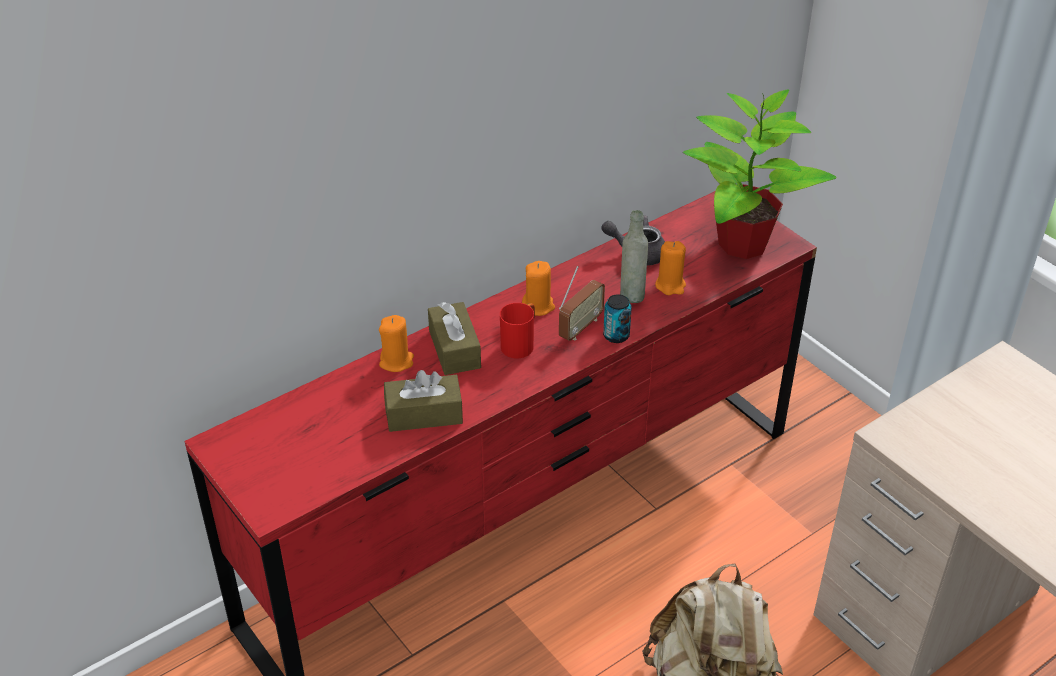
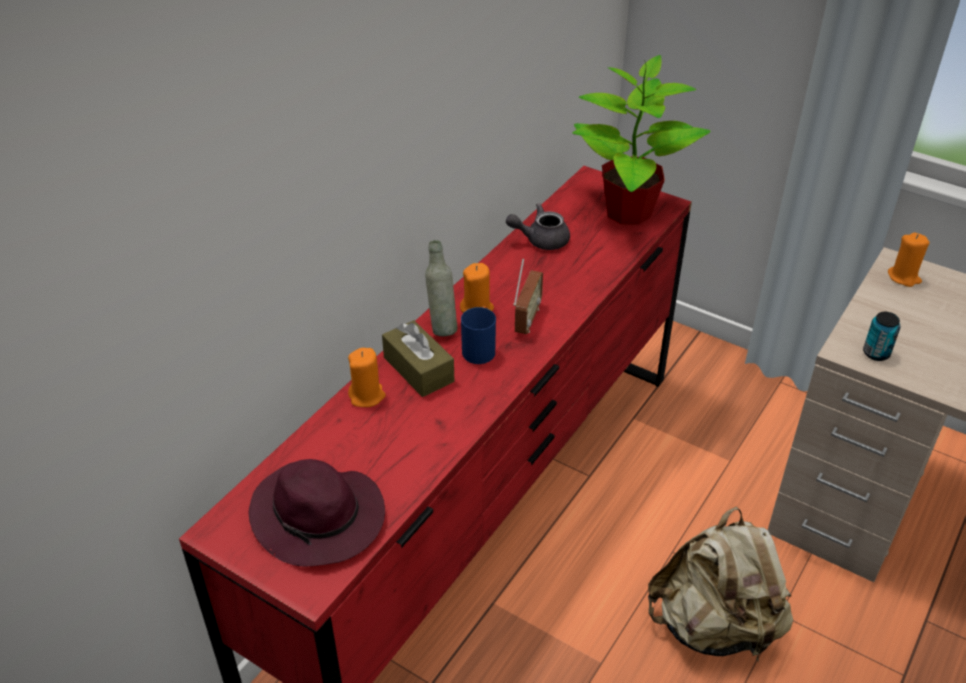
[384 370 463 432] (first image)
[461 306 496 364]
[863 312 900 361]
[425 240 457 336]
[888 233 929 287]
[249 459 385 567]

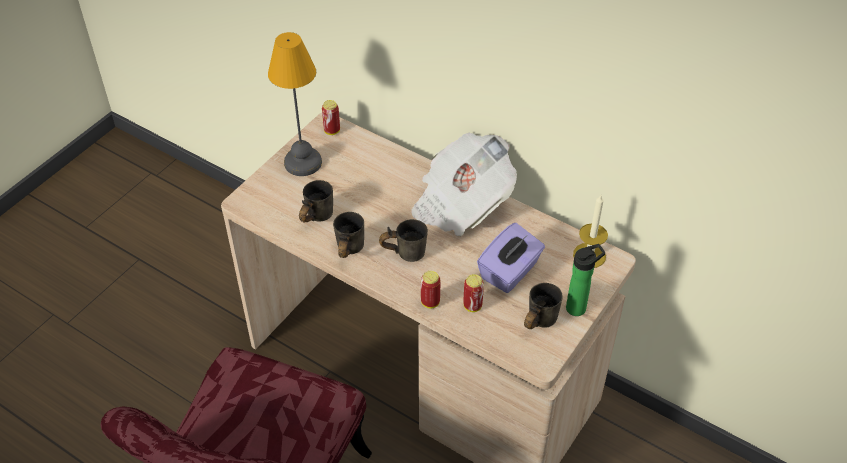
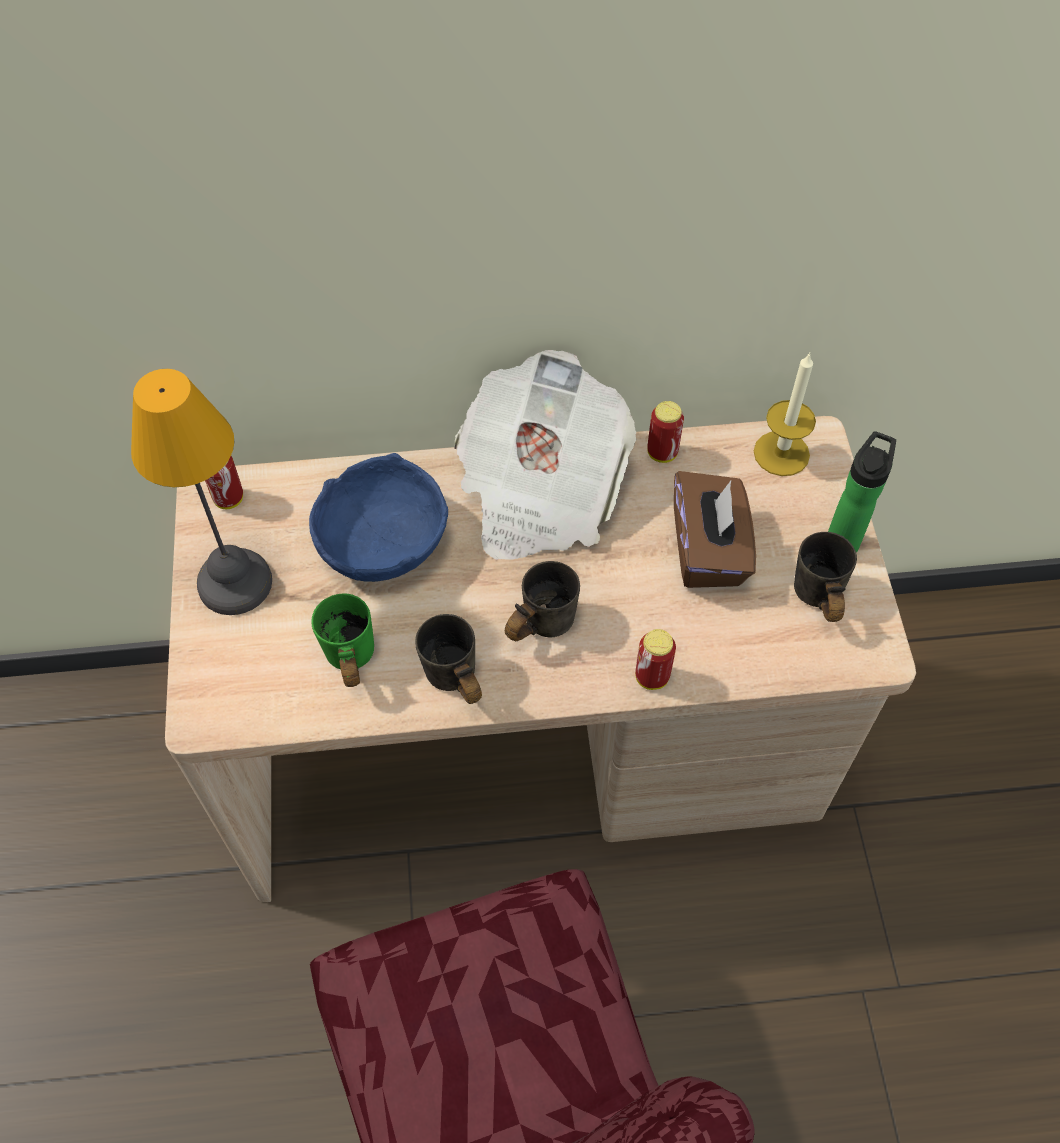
[311 593 374 687]
[647 401 684 463]
[674 471 756 588]
[309 453 448 582]

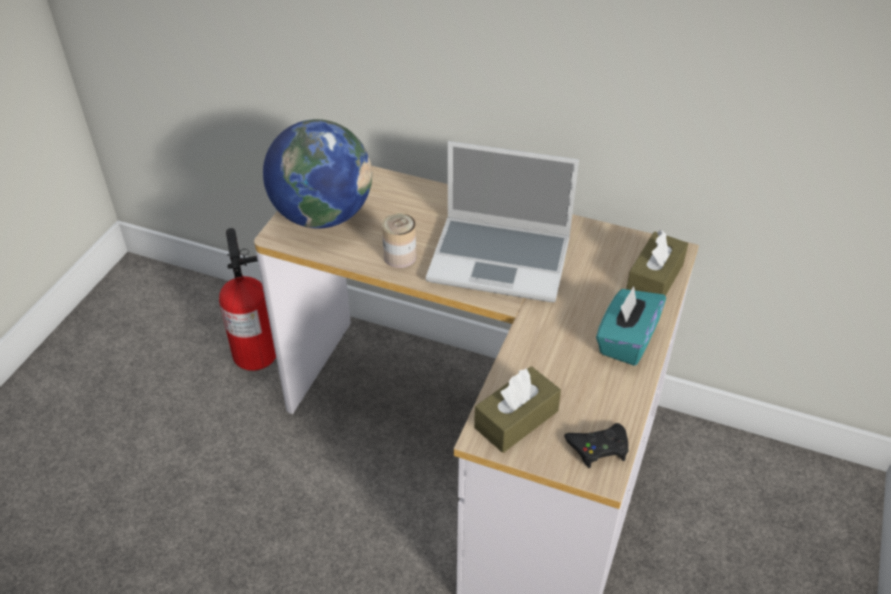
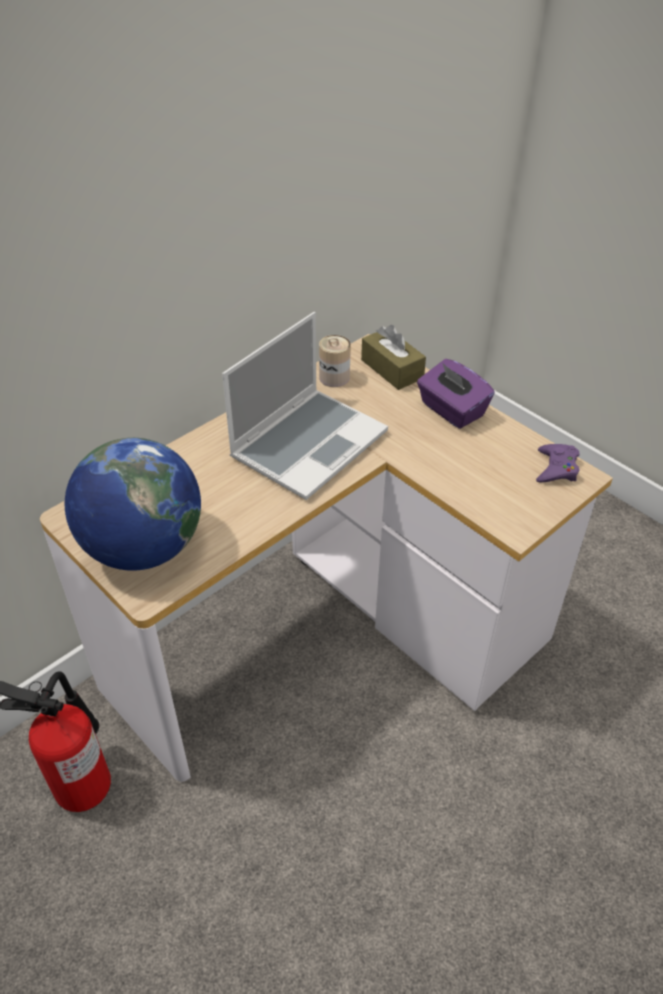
[319 335 351 387]
[474 366 561 453] (first image)
[536 444 580 482]
[417 359 495 429]

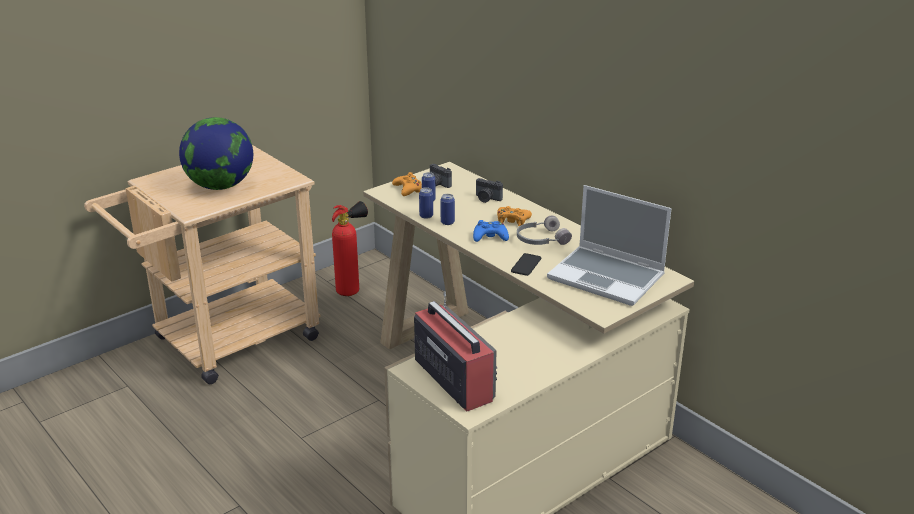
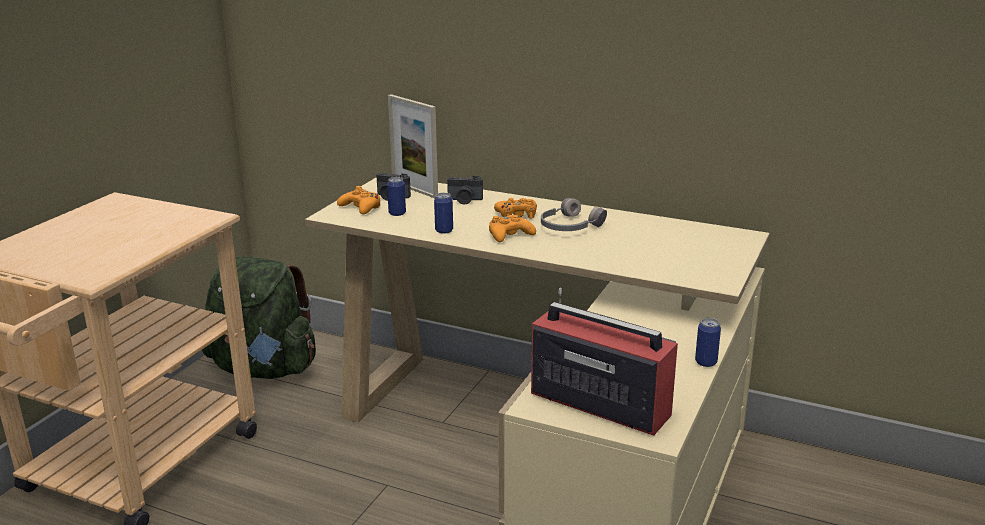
[179 117 253 190] (first image)
[202 256 316 379]
[695 318 721 367]
[489 214 536 242]
[511 253 541 276] (first image)
[547 185 672 306] (first image)
[388 94 438 198]

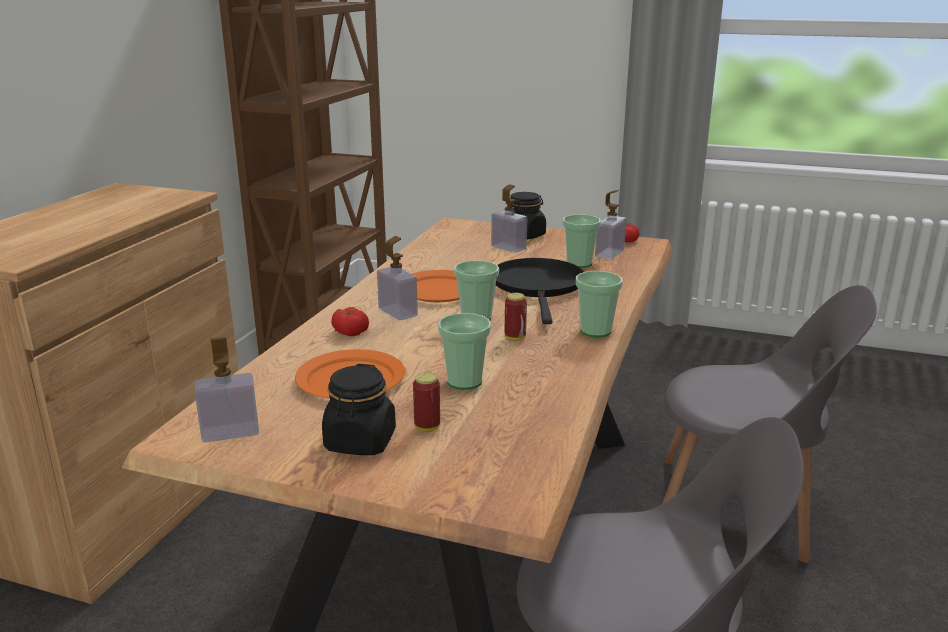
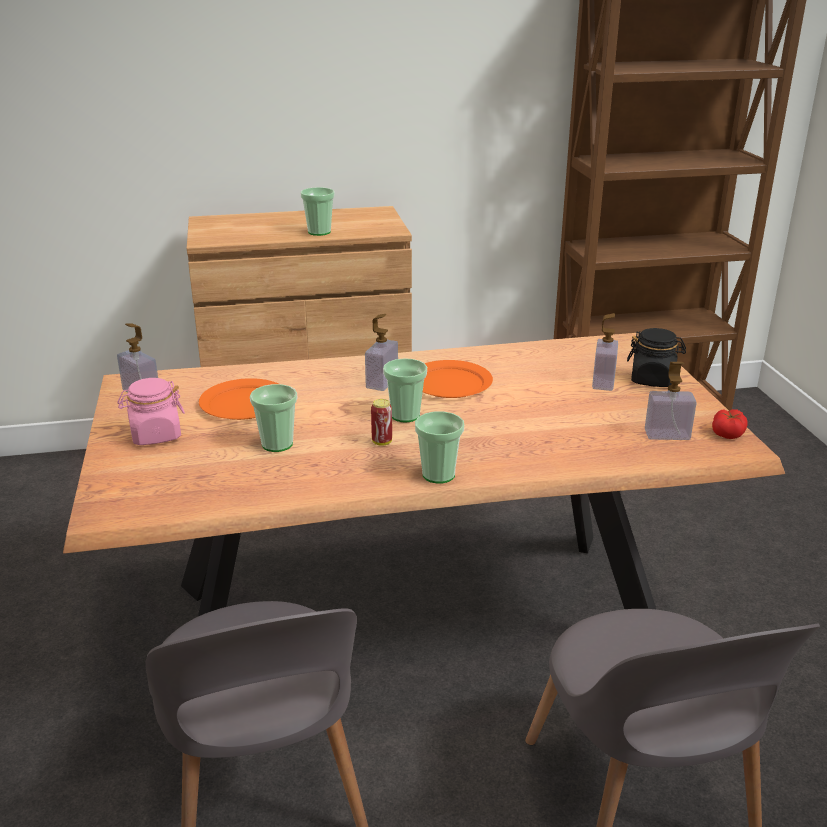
[117 378 185 445]
[331 307 369 336] (first image)
[413 372 440 432] (first image)
[496 258 584 324] (first image)
[300 187 335 236]

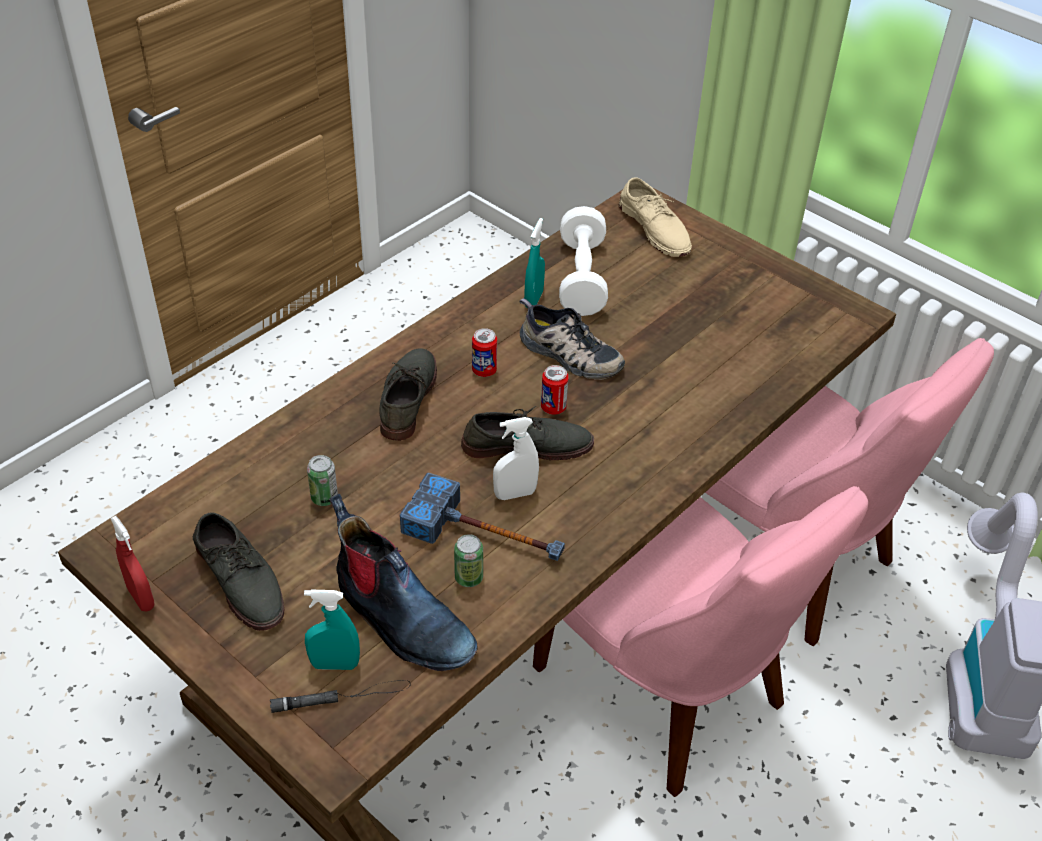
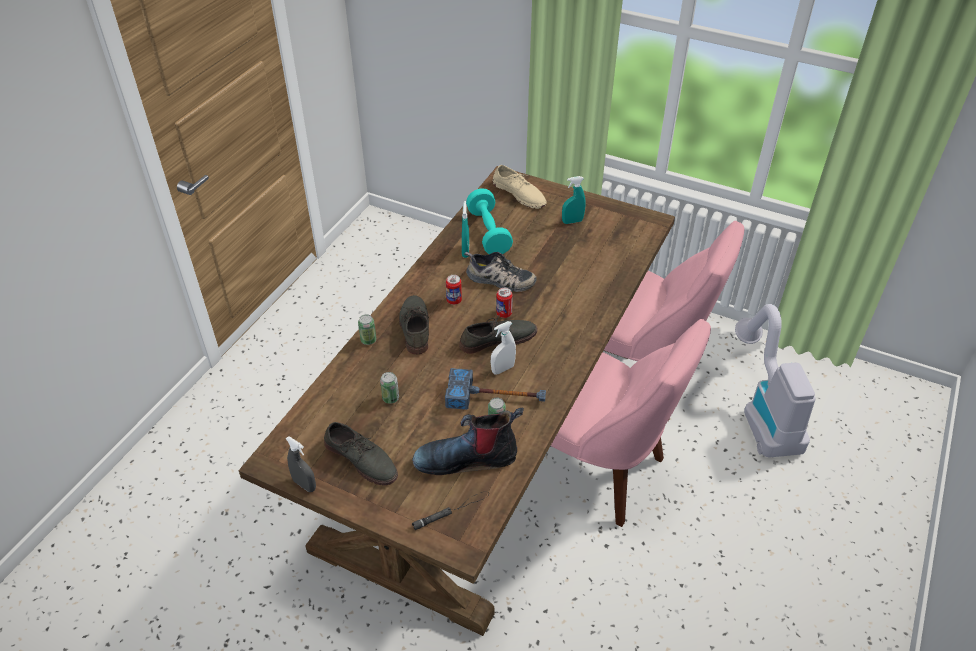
[286 436 316 492]
[562 176 586 224]
[412 408 524 475]
[466 189 513 254]
[358 314 376 345]

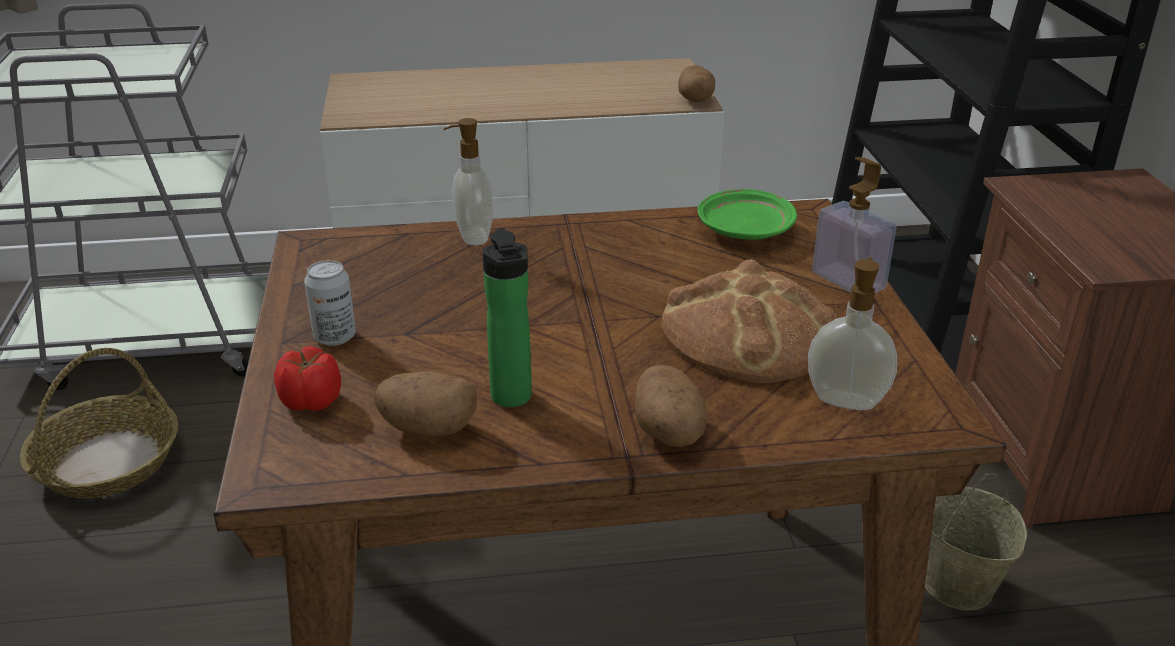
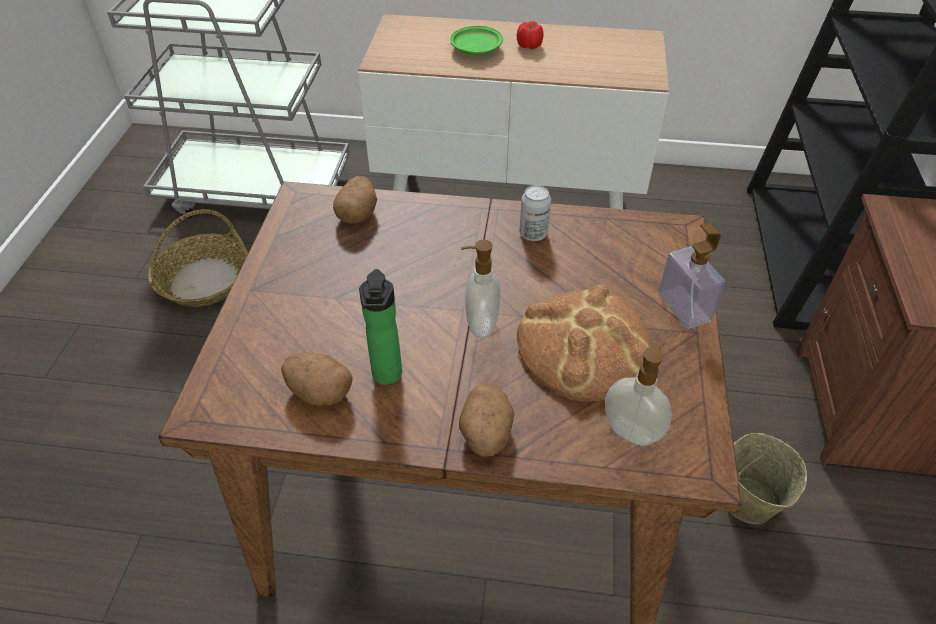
[517 21 544 49]
[519 185 551 241]
[461 240 500 338]
[333 176 377 224]
[450 26 503 55]

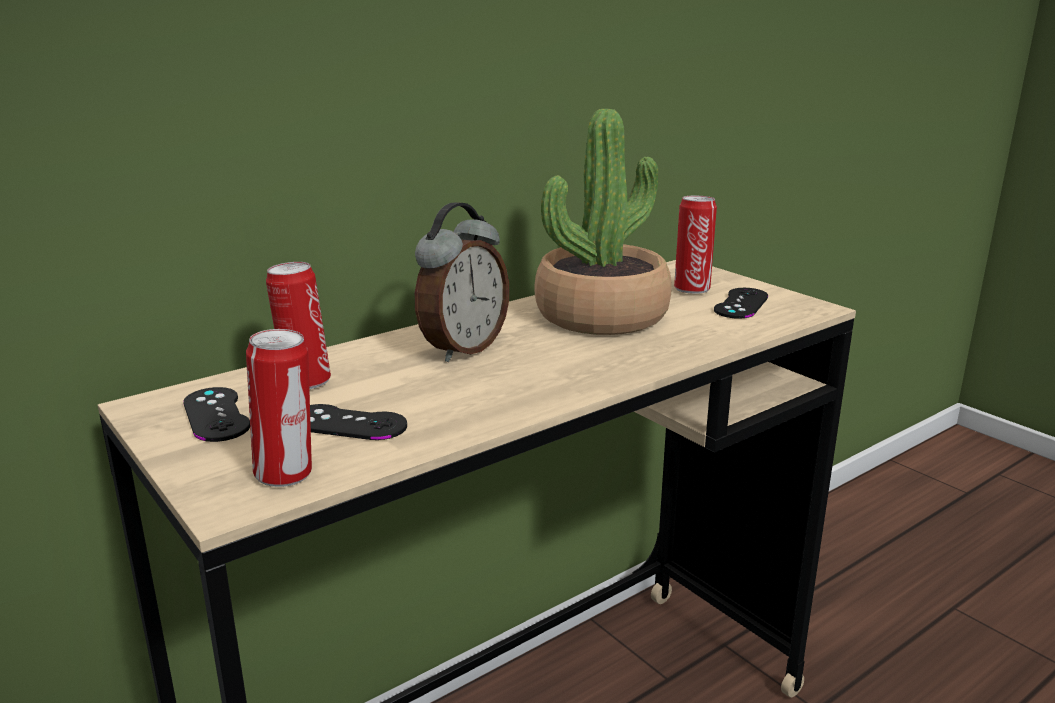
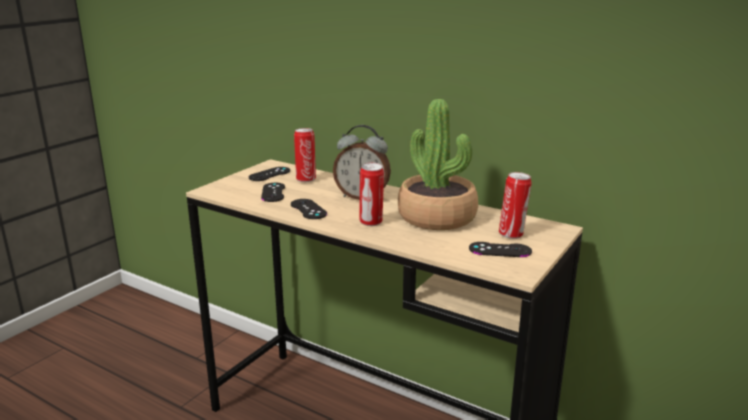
[359 163 384 226]
[291 199 327 219]

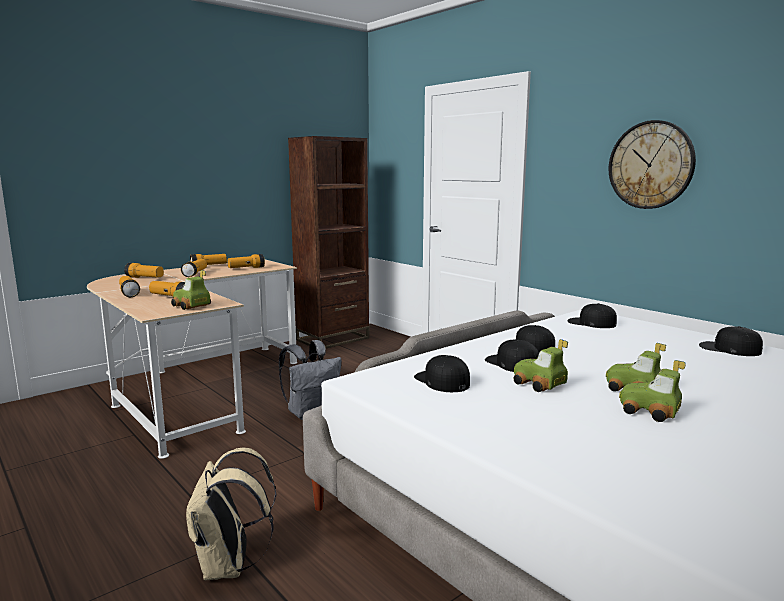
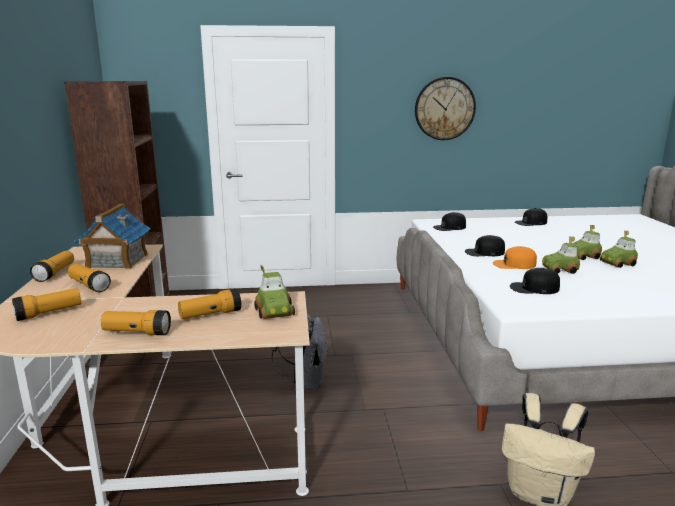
[254 265 295 319]
[74 204 151 269]
[493 246 537 269]

